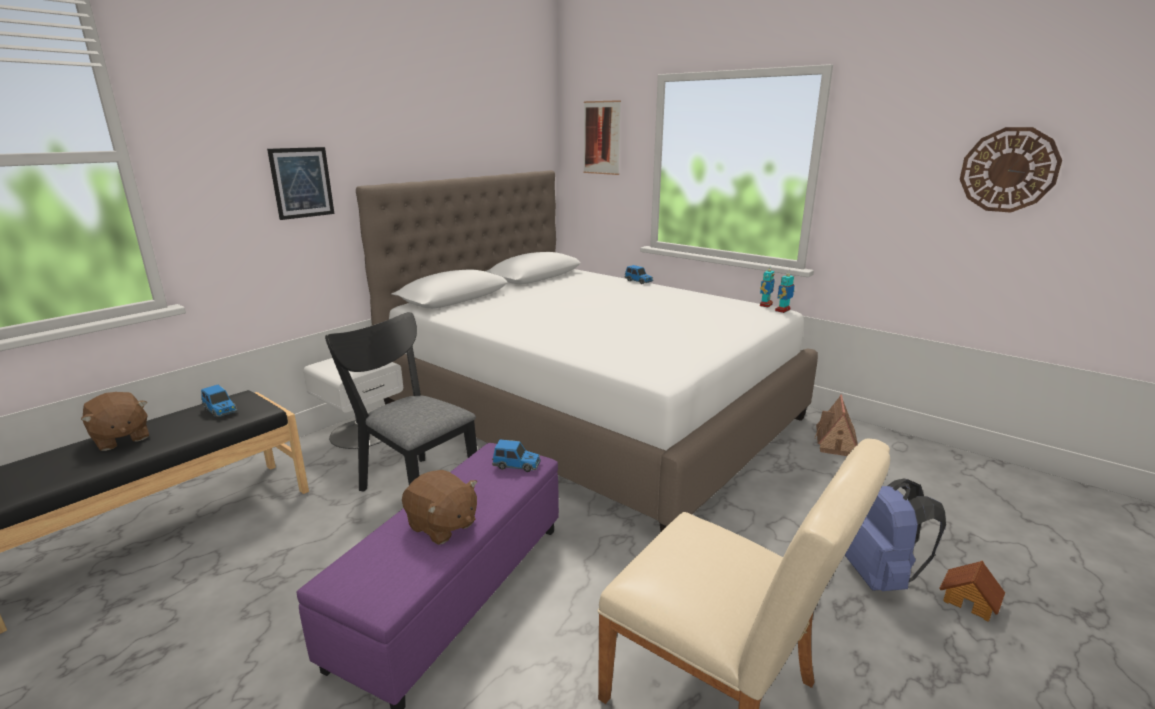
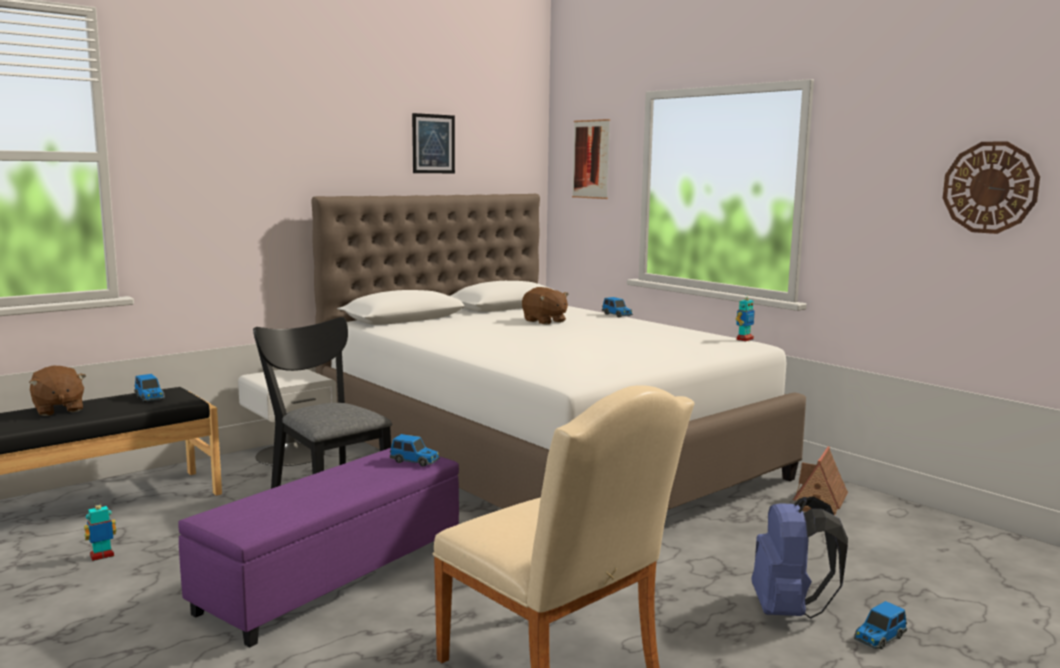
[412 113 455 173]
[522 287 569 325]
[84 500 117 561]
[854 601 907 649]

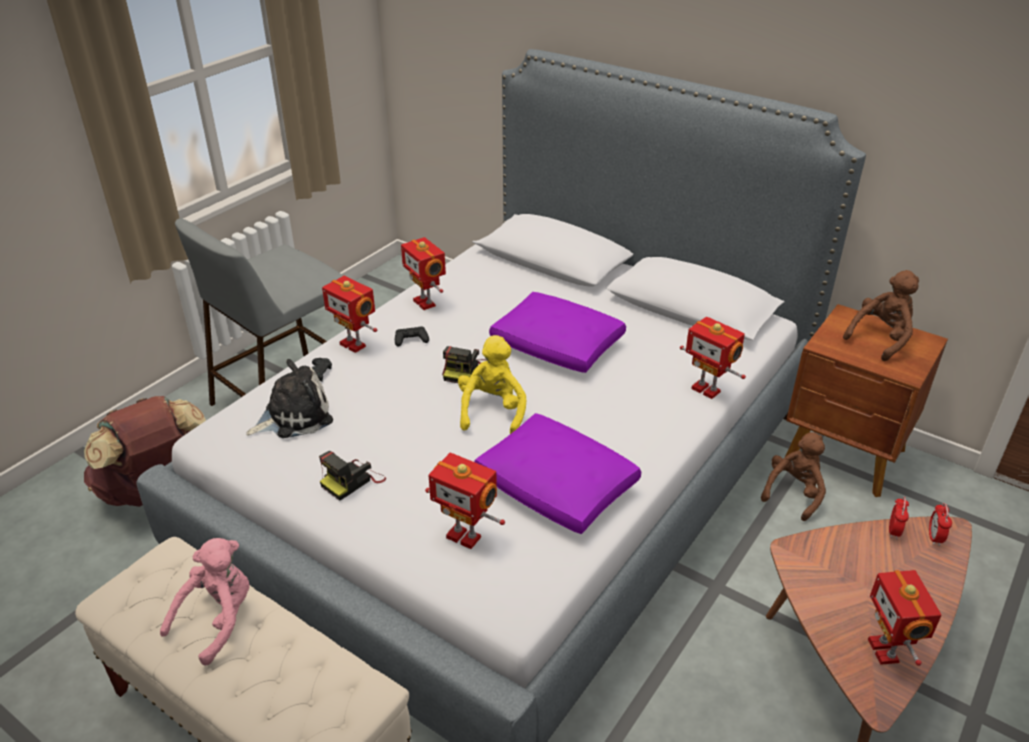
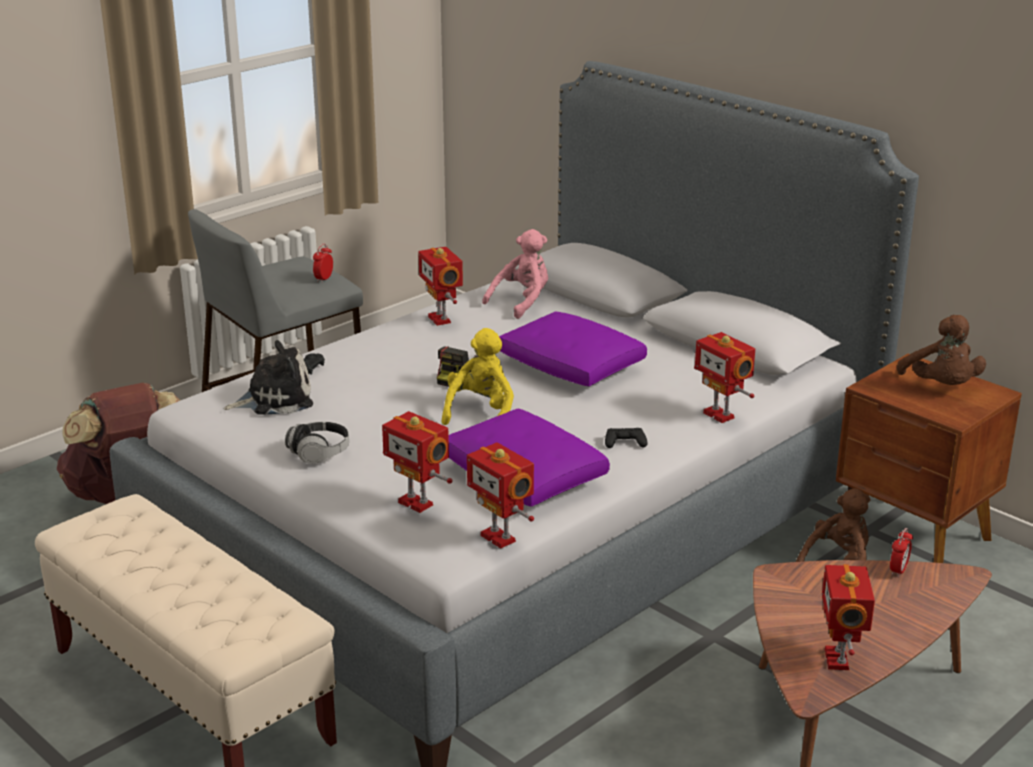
[482 229 548 319]
[285 422 349 464]
[467 442 534 549]
[605 428 647 448]
[897 315 986 385]
[313 244 333 282]

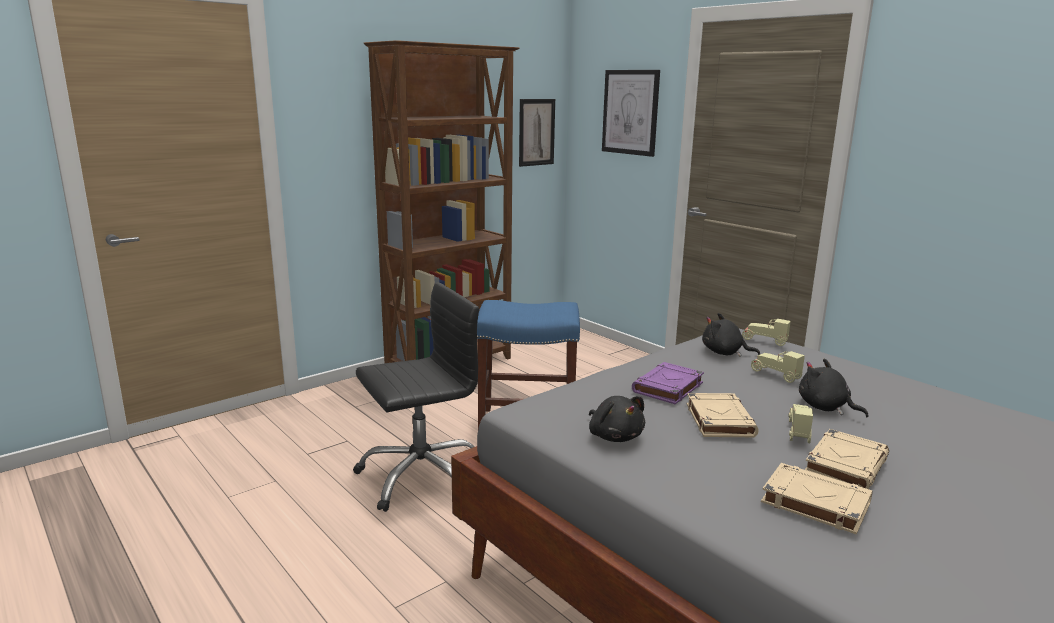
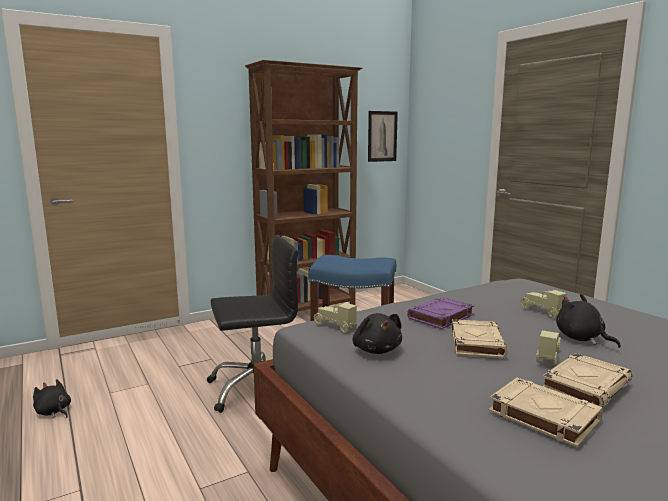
[602 70 660 157] (first image)
[33 379 71 418]
[314 303 357 333]

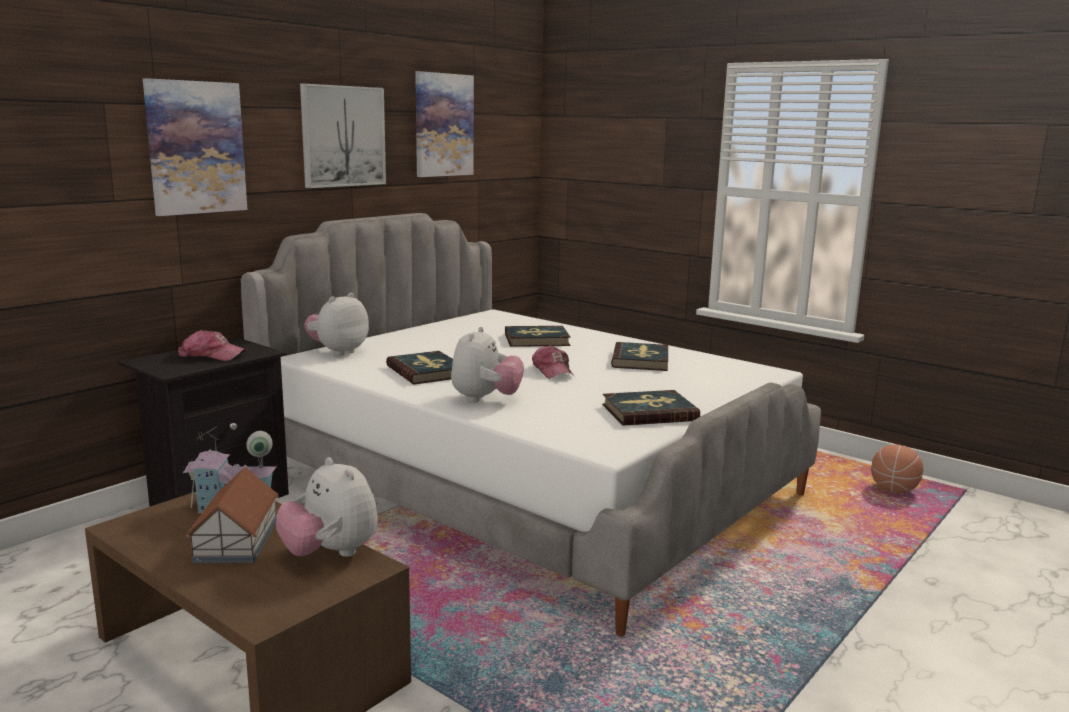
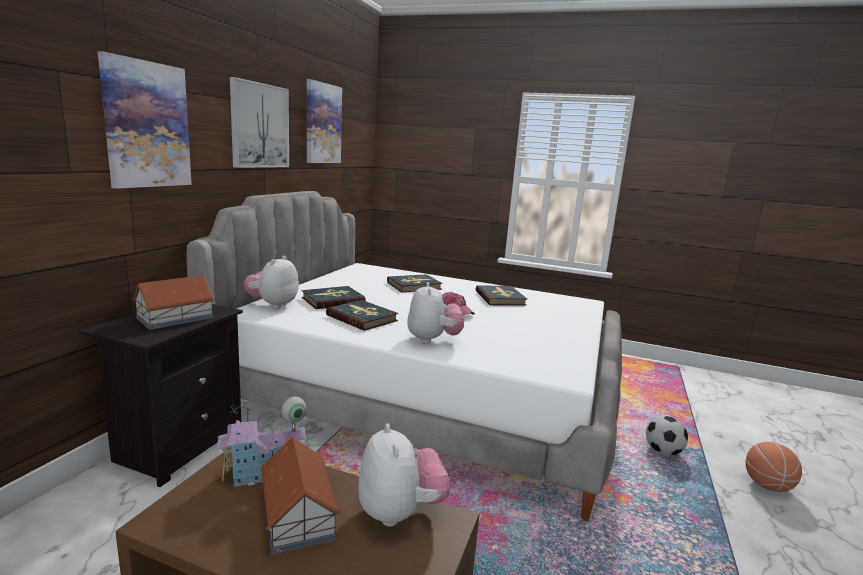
[132 275 215 330]
[358 423 450 527]
[302 286 365 309]
[746 442 802 492]
[646 416 688 456]

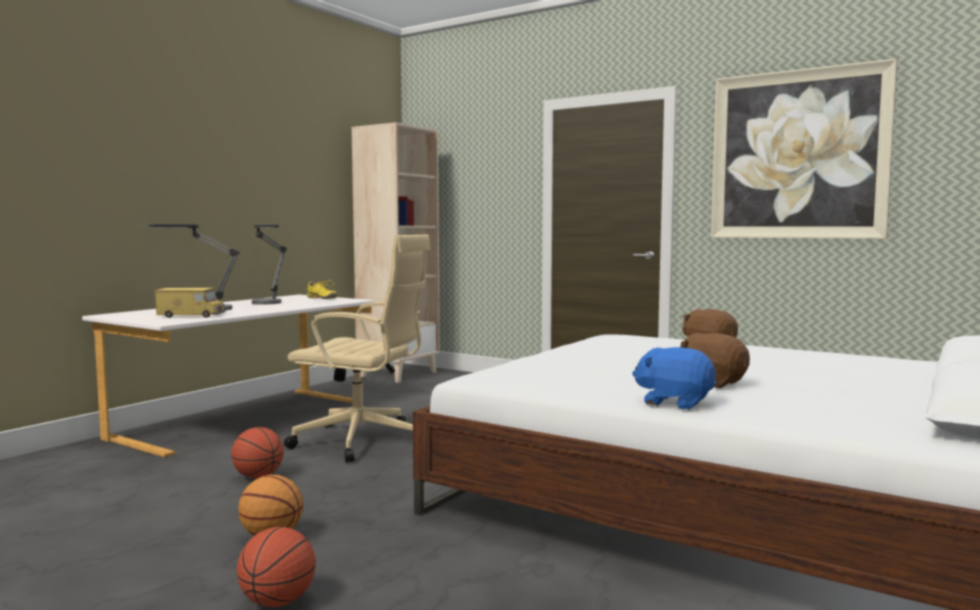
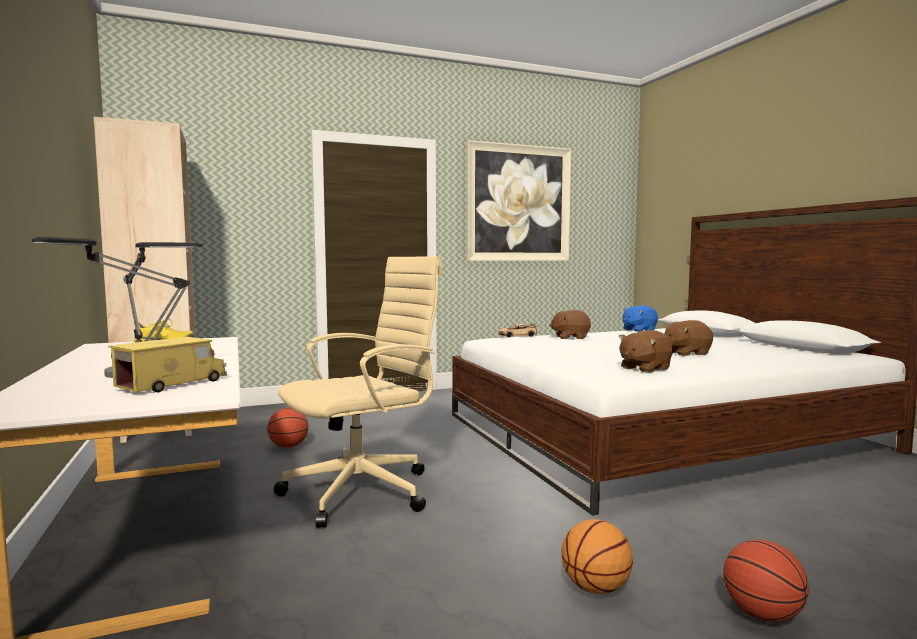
[267 408 308 448]
[622 305 658 332]
[498 323 538 337]
[619 330 673 373]

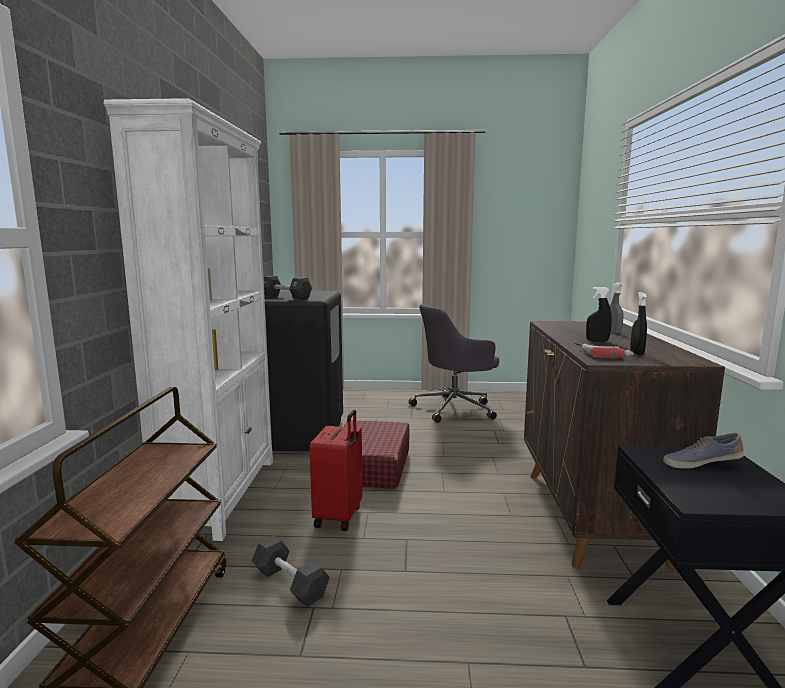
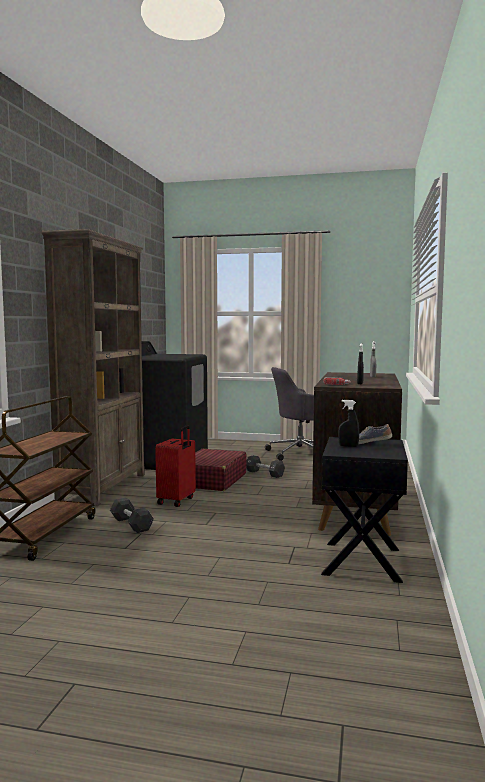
[42 229 145 506]
[246 455 285 478]
[338 400 359 447]

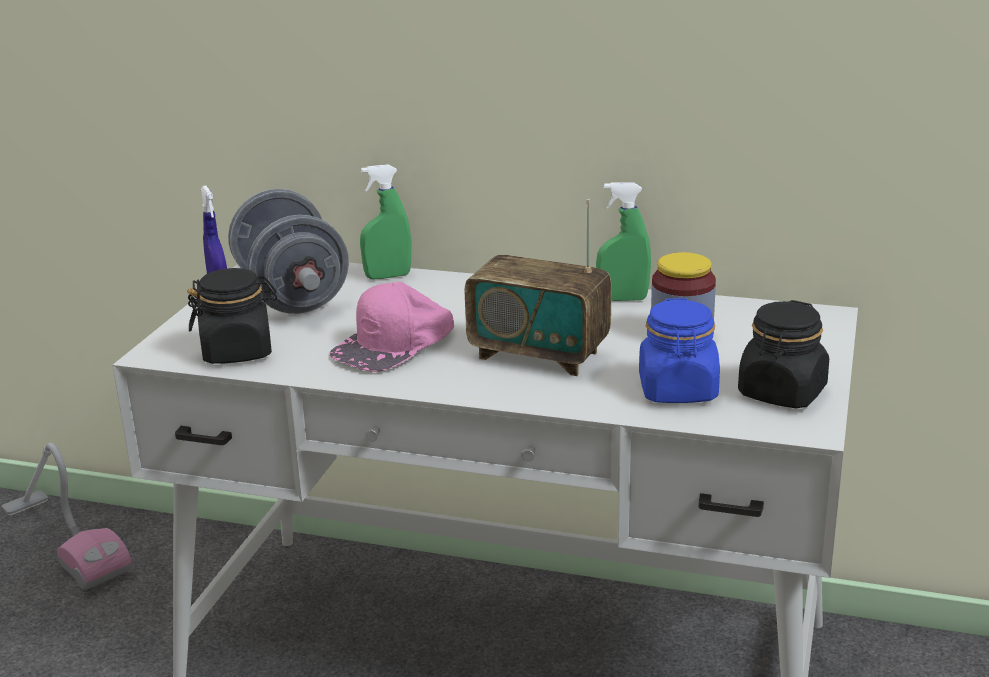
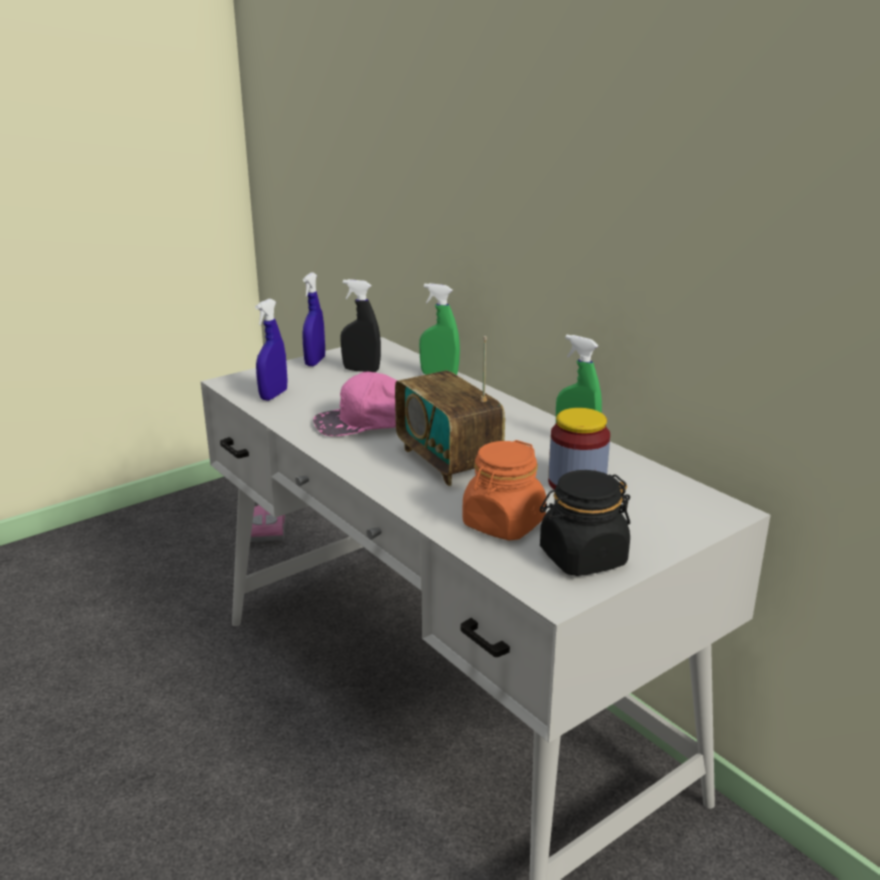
[255 299 287 401]
[340 279 381 372]
[462 440 546 540]

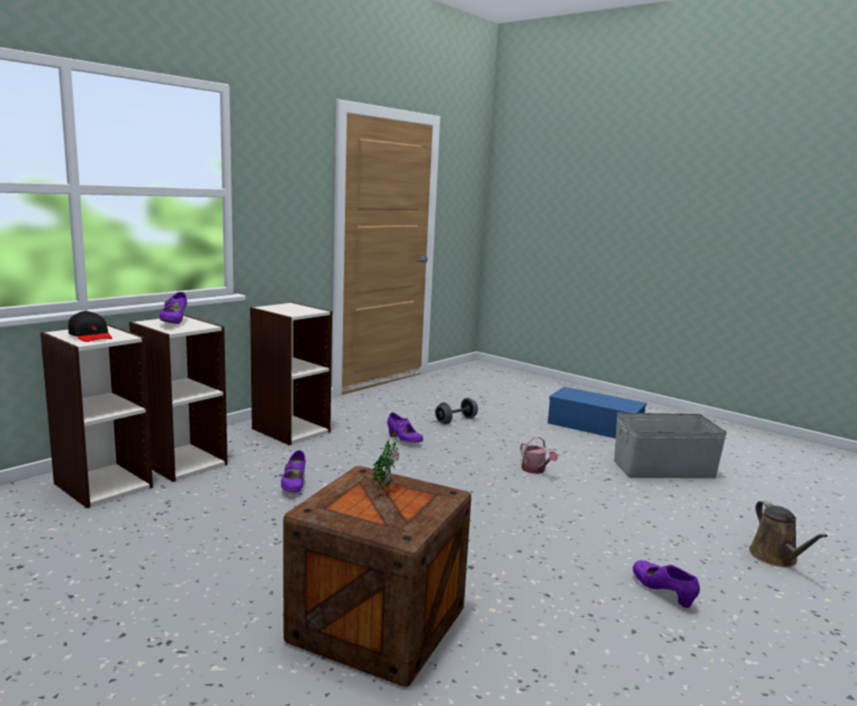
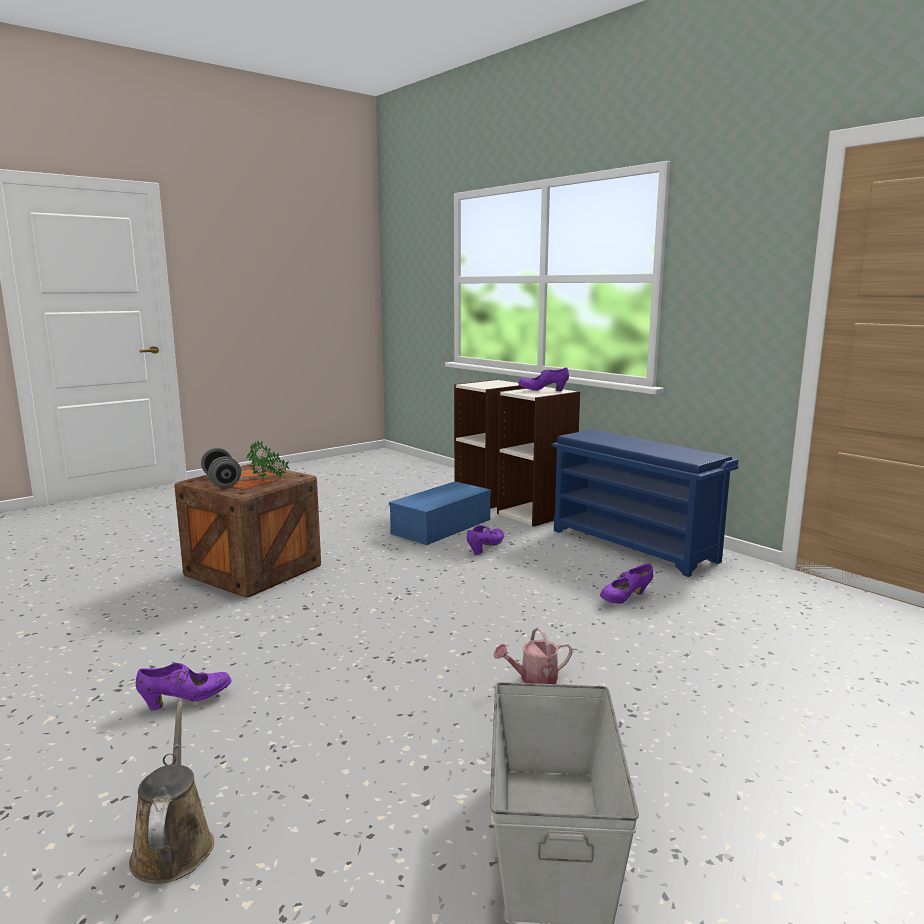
[68 310 112 342] (first image)
[551 430 738 577]
[467 525 504 555]
[201 448 241 488]
[389 481 491 545]
[129 701 214 884]

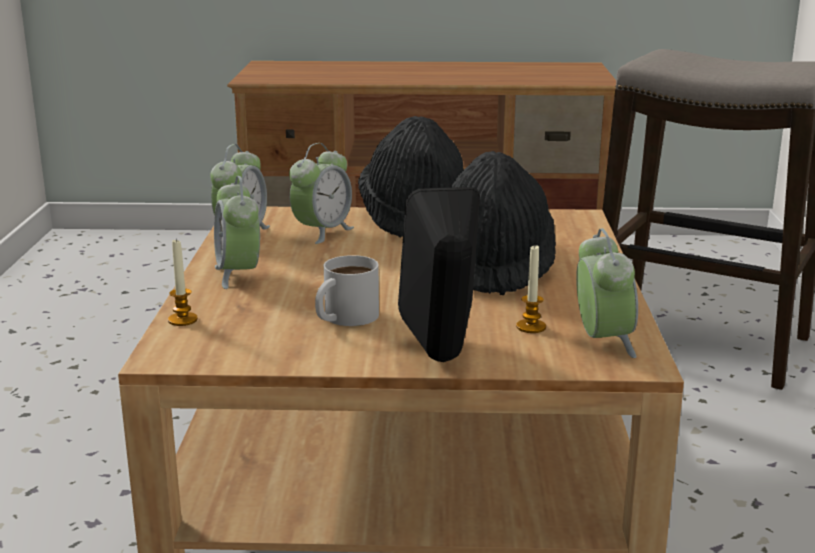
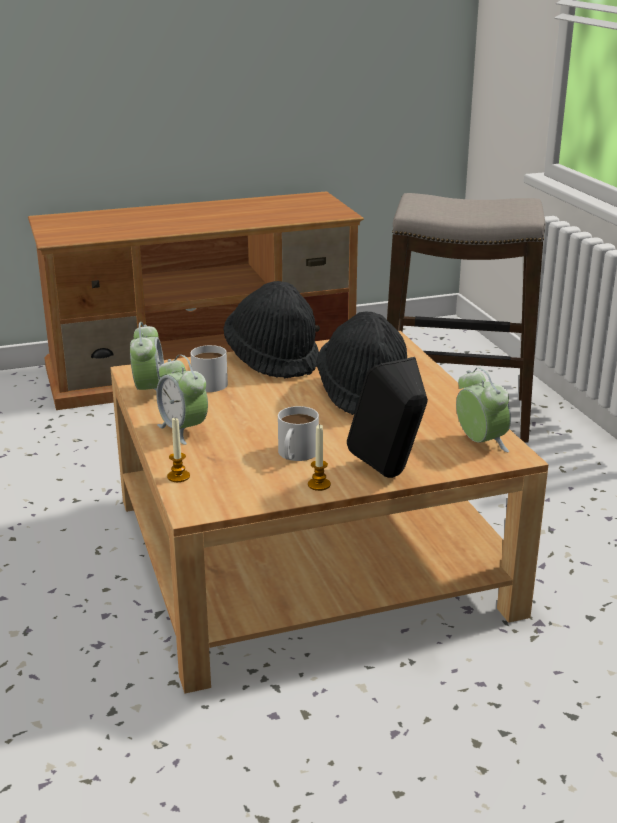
[191 345 228 392]
[308 424 331 491]

